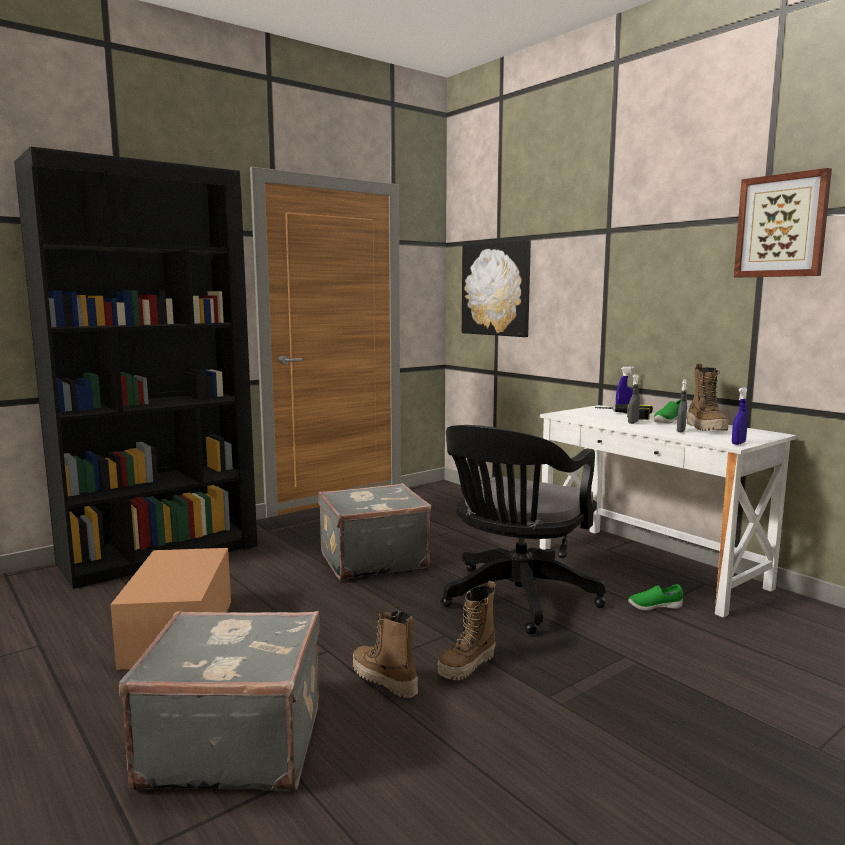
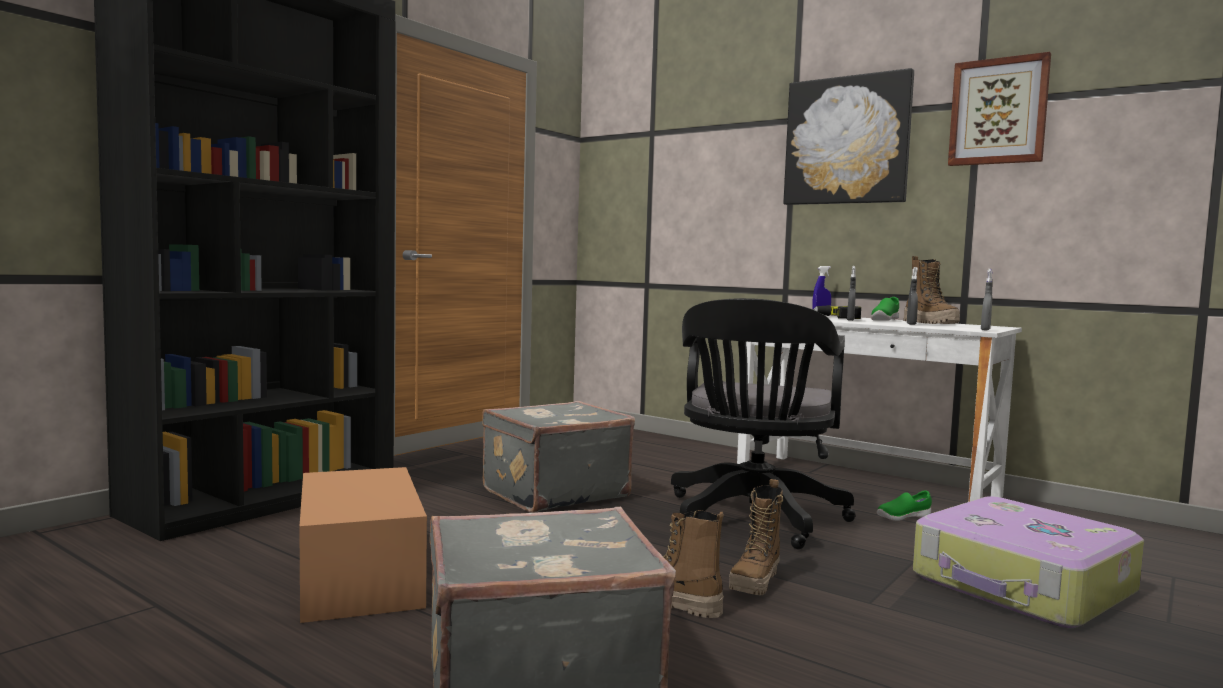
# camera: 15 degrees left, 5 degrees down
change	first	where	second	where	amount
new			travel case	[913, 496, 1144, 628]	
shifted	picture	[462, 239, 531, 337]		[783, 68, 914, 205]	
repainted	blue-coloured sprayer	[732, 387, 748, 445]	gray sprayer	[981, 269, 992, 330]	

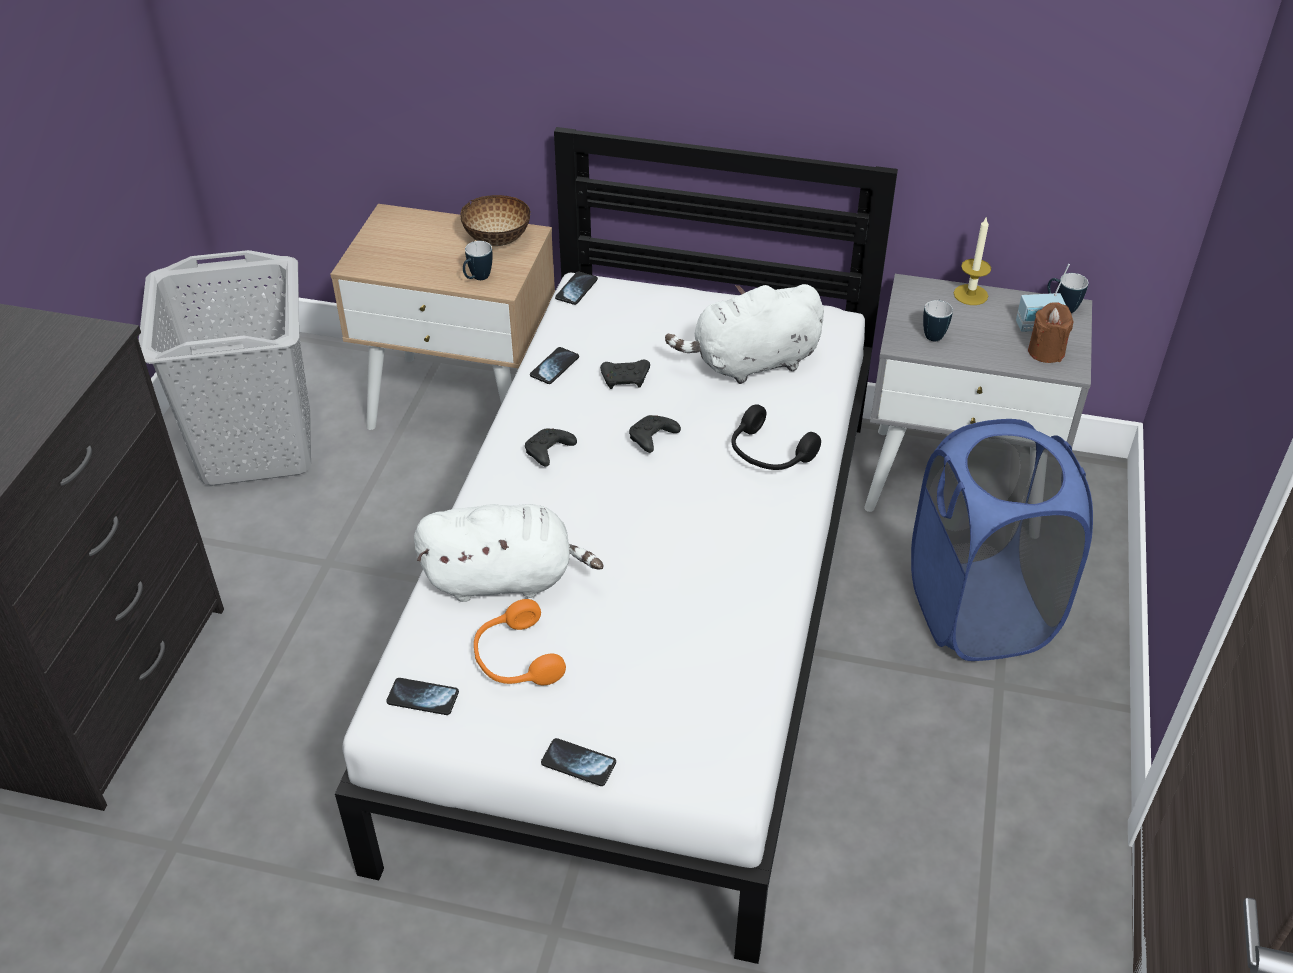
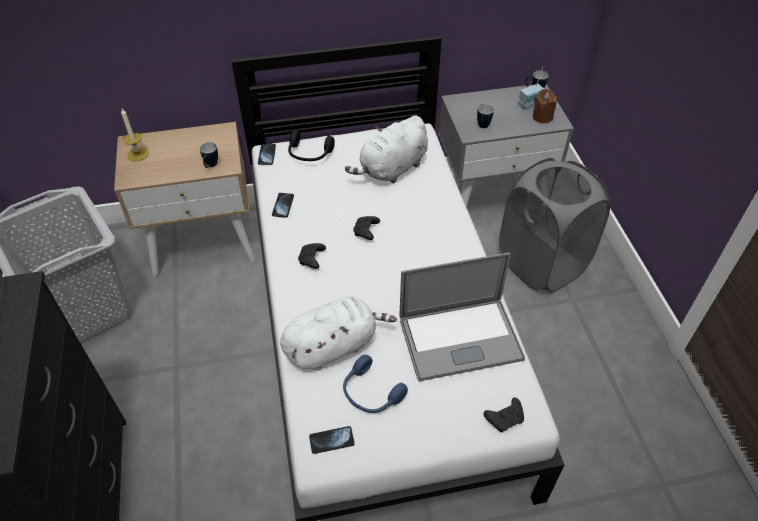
# camera: 25 degrees left, 5 degrees up
change	first	where	second	where	amount
gone	deep dish	[460, 195, 531, 246]			
gone	phone	[541, 738, 616, 786]			
new			notebook computer	[400, 252, 525, 381]	
shifted	black gamepad	[600, 360, 650, 389]		[484, 397, 524, 433]	
shifted	black headphones	[732, 404, 821, 470]		[288, 131, 335, 161]	
shifted	wax candle	[954, 216, 991, 305]		[121, 109, 149, 162]	
repainted	orange-coloured headphones	[474, 599, 566, 685]	blue-coloured headphones	[343, 355, 408, 413]	
repainted	blue-coloured hamper	[911, 419, 1093, 661]	gray hamper	[499, 158, 610, 293]	

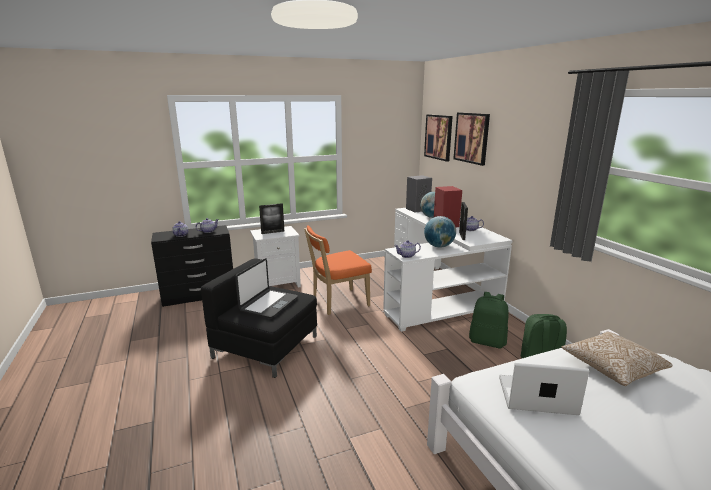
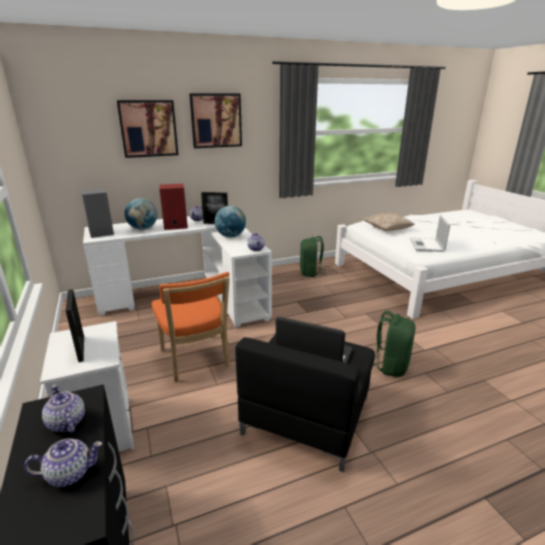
# camera: 90 degrees left, 5 degrees up
change	first	where	second	where	amount
shifted	picture	[424, 114, 453, 162]		[189, 94, 242, 148]	
shifted	green-coloured backpack	[469, 292, 509, 348]		[373, 311, 415, 377]	

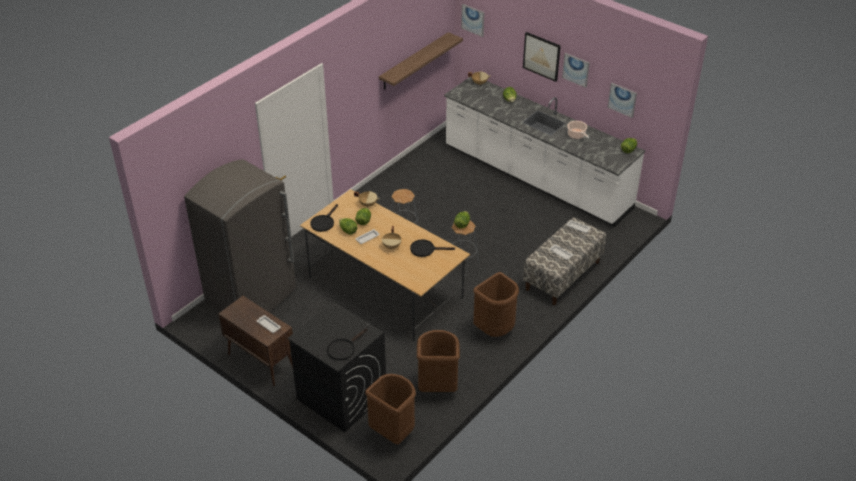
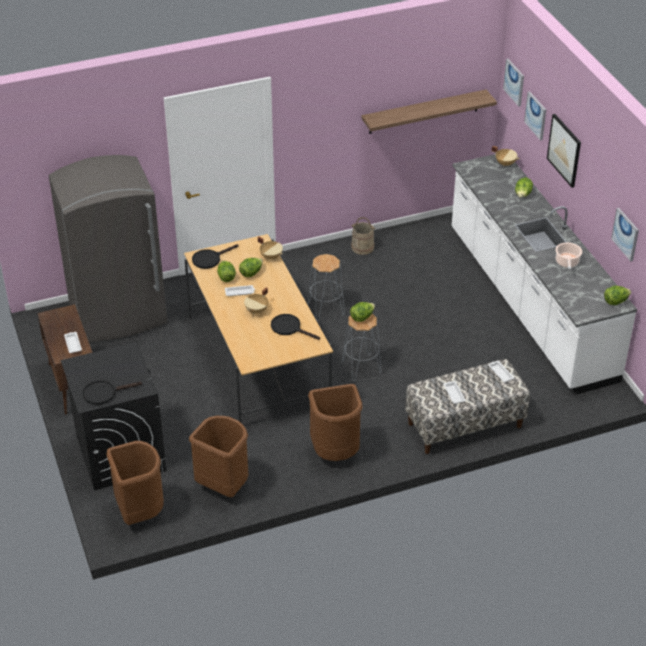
# camera: 30 degrees right, 0 degrees up
change	first	where	second	where	amount
new			sand-coloured water bucket	[351, 217, 375, 255]	
shifted	picture	[562, 53, 590, 88]		[524, 91, 546, 141]	

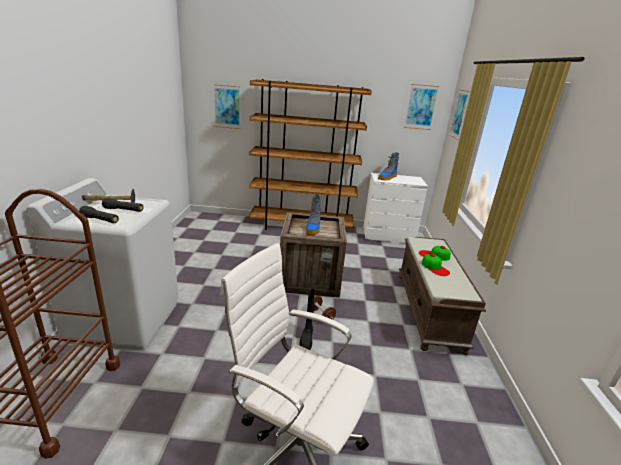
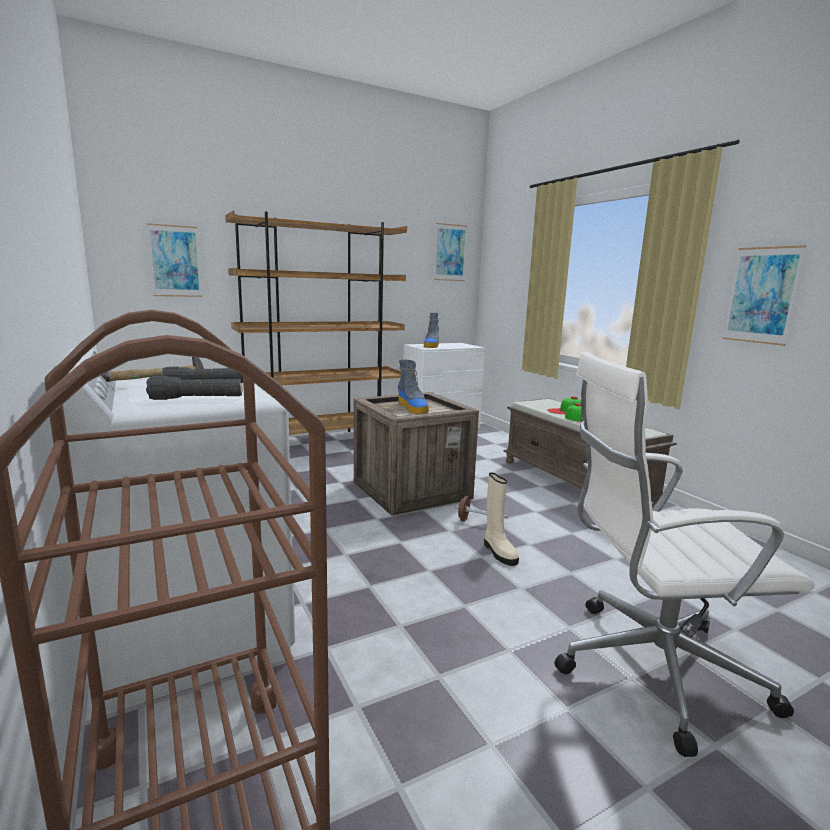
# camera: 30 degrees left, 10 degrees down
change	first	where	second	where	amount
shifted	picture	[449, 89, 470, 140]		[723, 245, 806, 346]	
repainted	black high-top boot	[300, 288, 315, 350]	sand-coloured high-top boot	[484, 472, 519, 566]	

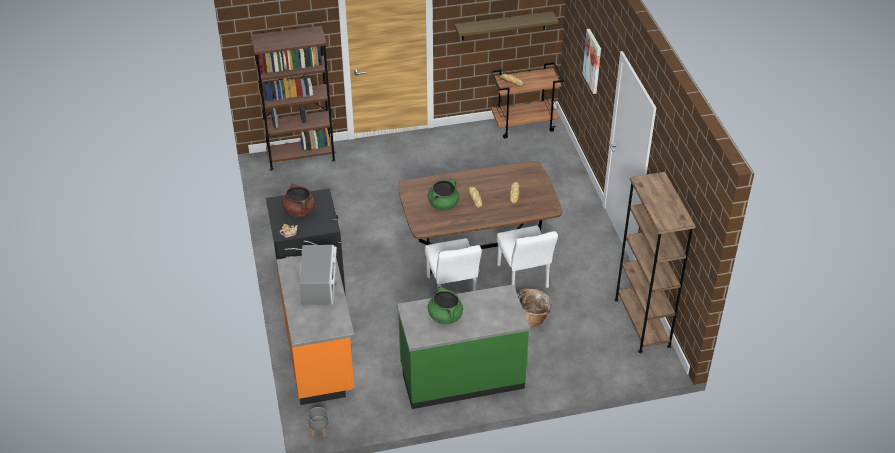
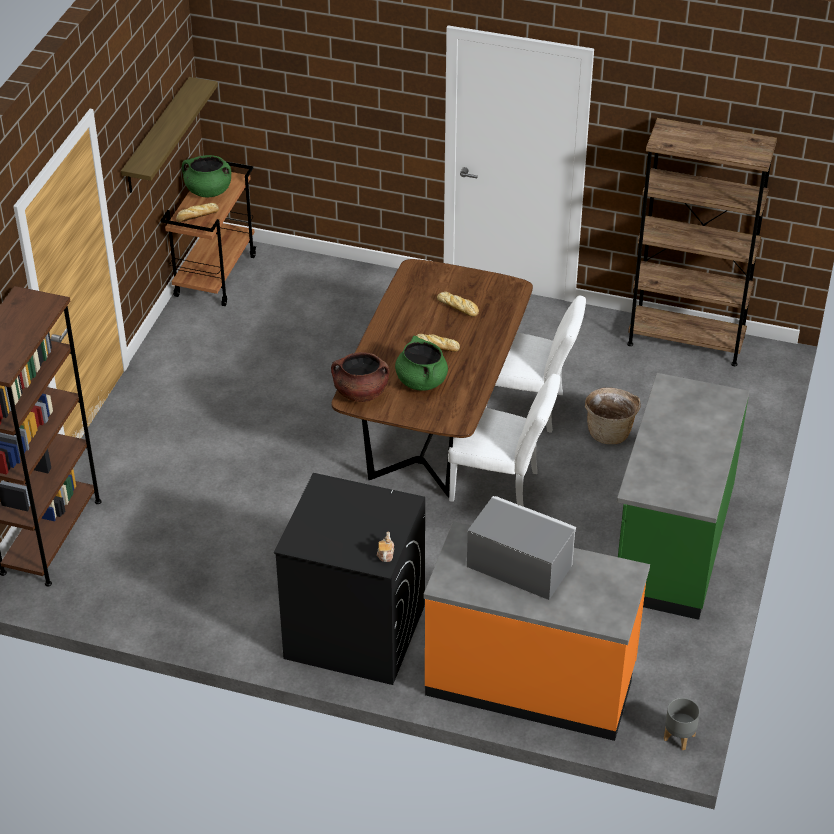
# camera: 60 degrees left, 0 degrees up
change	first	where	second	where	amount
gone	picture	[582, 29, 601, 94]			
shifted	brown stockpot	[282, 184, 315, 217]		[331, 352, 390, 402]	
shifted	green-coloured stockpot	[428, 287, 463, 324]		[182, 155, 231, 198]	

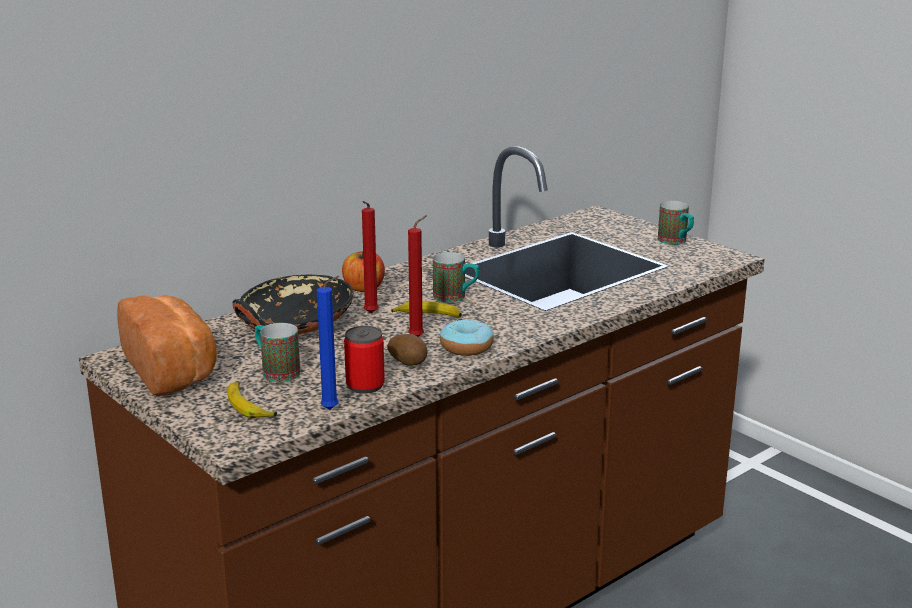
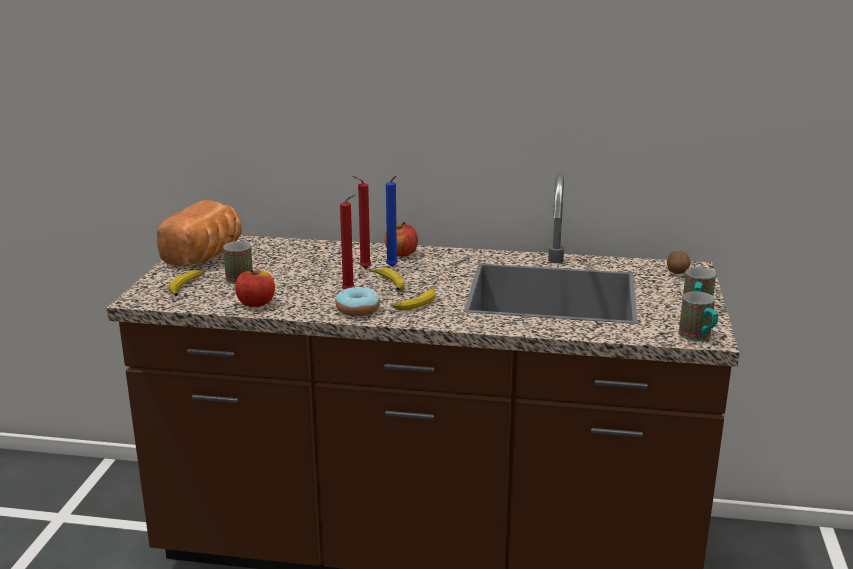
# camera: 50 degrees right, 0 degrees up
change	first	where	second	where	amount
gone	black deep dish	[232, 275, 353, 334]			
new			banana fruit	[392, 286, 436, 311]	
shifted	blue-coloured wax candle	[317, 276, 339, 410]		[386, 176, 398, 267]	
shifted	spud	[387, 334, 428, 366]		[667, 251, 691, 274]	
shifted	coffee mug	[433, 252, 479, 302]		[679, 291, 719, 341]	
swapped	sealed can	[344, 326, 385, 393]	apple fruit	[235, 270, 275, 307]	

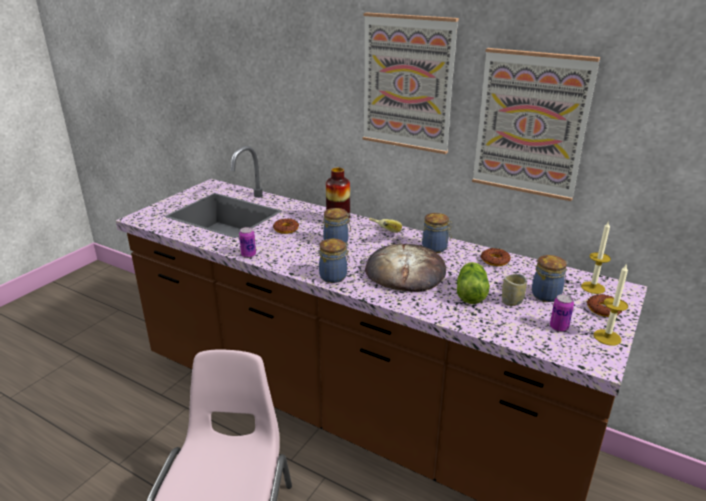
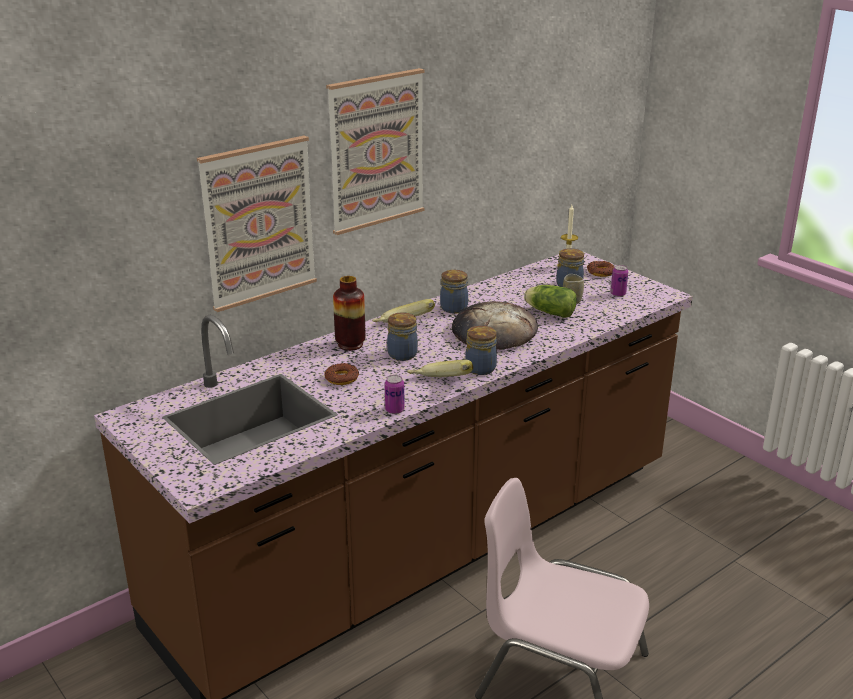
# camera: 70 degrees left, 0 degrees up
change	first	where	second	where	amount
gone	ring doughnut	[481, 248, 511, 266]			
gone	wax candle	[593, 265, 628, 346]			
new			banana fruit	[407, 360, 473, 377]	
shifted	picture	[472, 48, 600, 201]		[197, 136, 317, 312]	

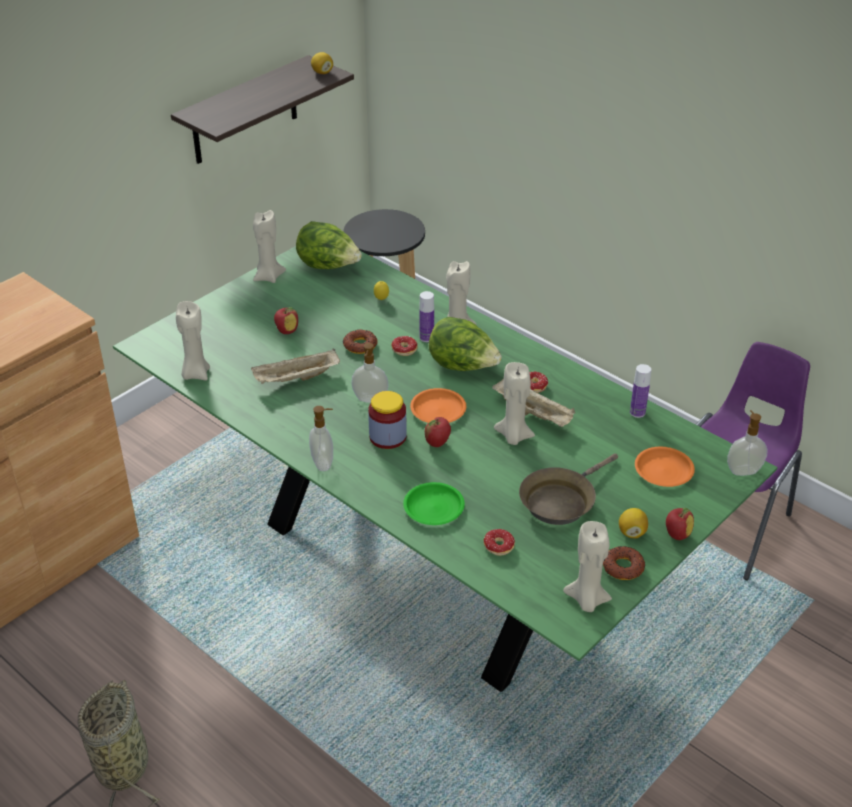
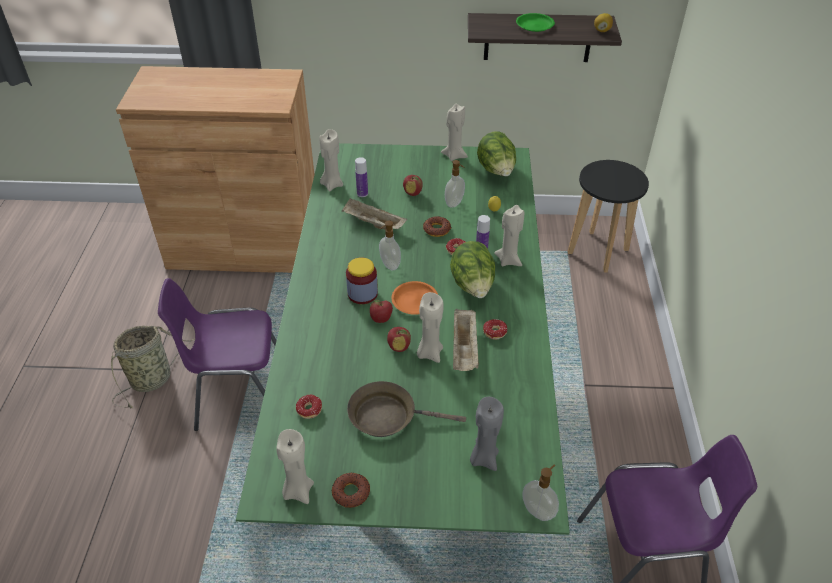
# camera: 50 degrees right, 5 degrees up
change	first	where	second	where	amount
gone	lemon	[619, 508, 648, 538]			
new			purple-coloured plain chair	[158, 278, 277, 431]	
shifted	soap bottle	[309, 406, 333, 471]		[445, 160, 465, 208]	
shifted	green-coloured plate	[403, 482, 465, 525]		[516, 13, 555, 32]	
shifted	drink bottle	[630, 364, 651, 418]		[355, 157, 368, 197]	
shifted	apple fruit	[666, 508, 694, 540]		[387, 327, 411, 352]	
swapped	orange-coloured plate	[635, 447, 695, 487]	gray wax candle	[470, 397, 504, 471]	

